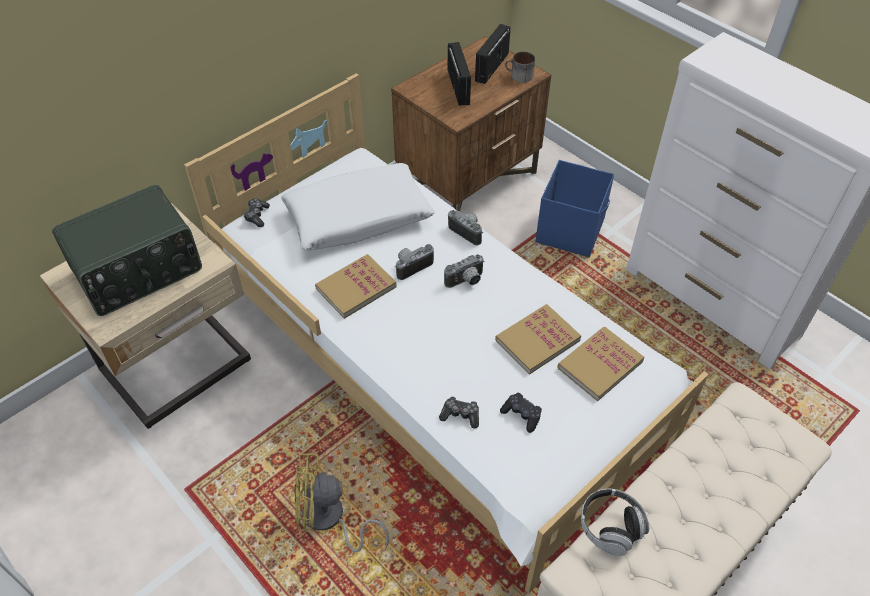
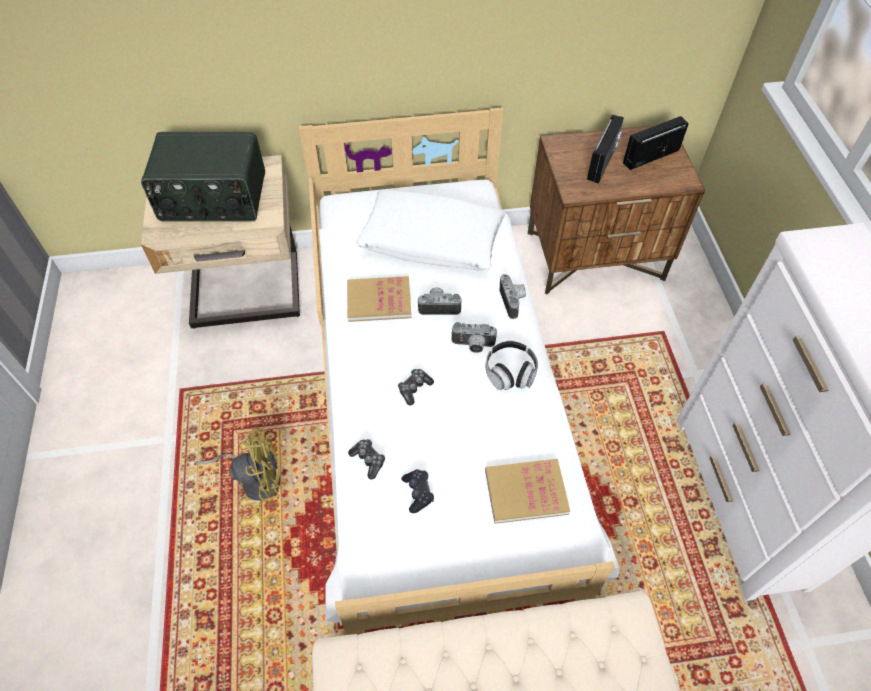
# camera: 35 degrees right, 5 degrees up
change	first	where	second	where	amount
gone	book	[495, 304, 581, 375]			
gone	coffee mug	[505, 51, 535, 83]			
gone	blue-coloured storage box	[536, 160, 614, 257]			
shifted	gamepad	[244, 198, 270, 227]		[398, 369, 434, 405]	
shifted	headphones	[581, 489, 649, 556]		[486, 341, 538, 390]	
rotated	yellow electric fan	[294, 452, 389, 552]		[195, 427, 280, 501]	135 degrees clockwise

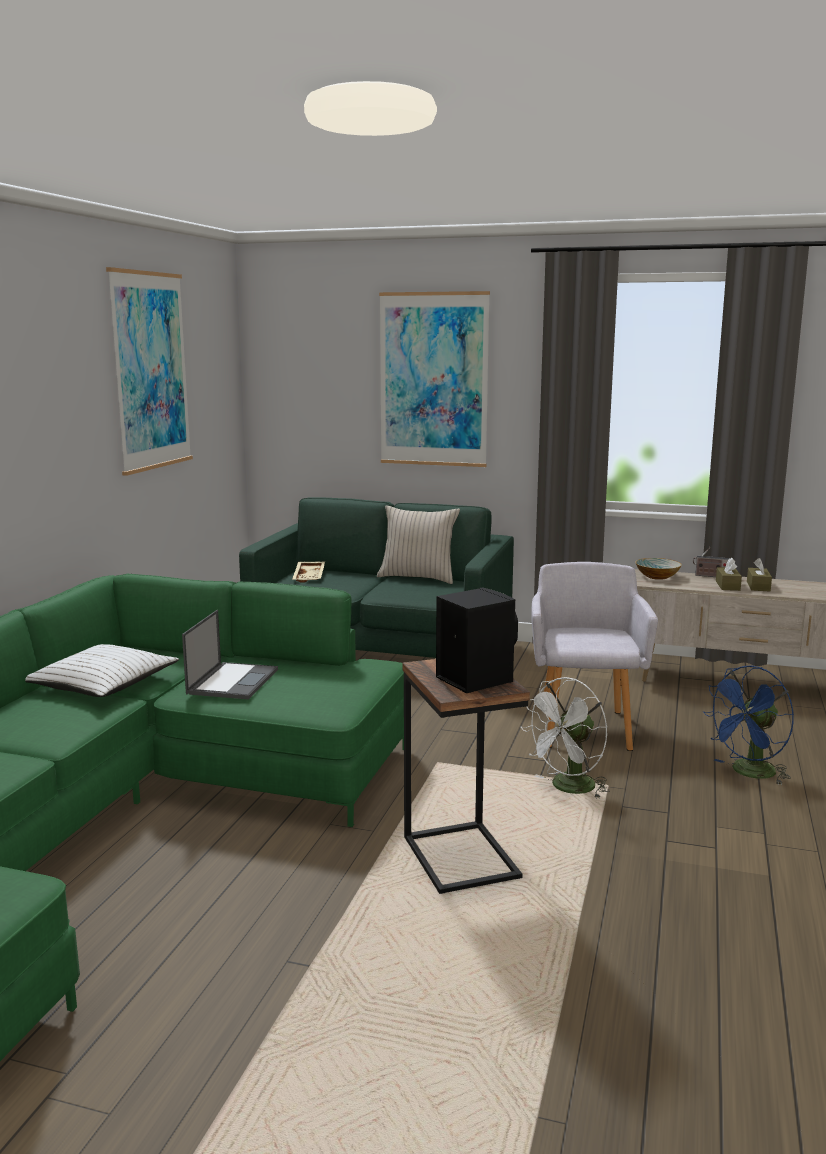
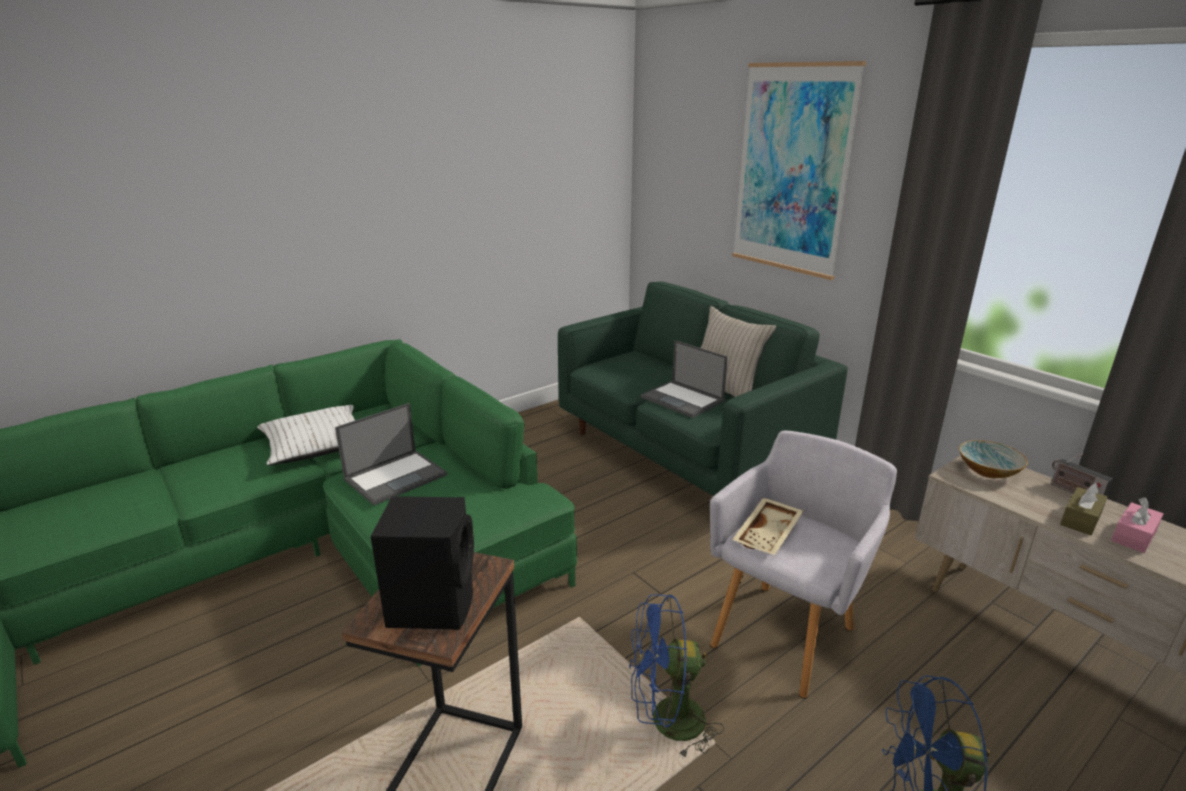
# camera: 35 degrees right, 10 degrees up
change	first	where	second	where	amount
gone	picture	[106, 267, 193, 476]			
new			notebook computer	[641, 340, 728, 418]	
shifted	sand-coloured carrying tray	[292, 561, 325, 583]		[732, 498, 803, 555]	
repainted	white electric fan	[521, 677, 610, 799]	blue-coloured electric fan	[629, 594, 724, 759]	
repainted	brown tissue box	[747, 558, 772, 591]	pinkish tissue box	[1111, 497, 1163, 553]	

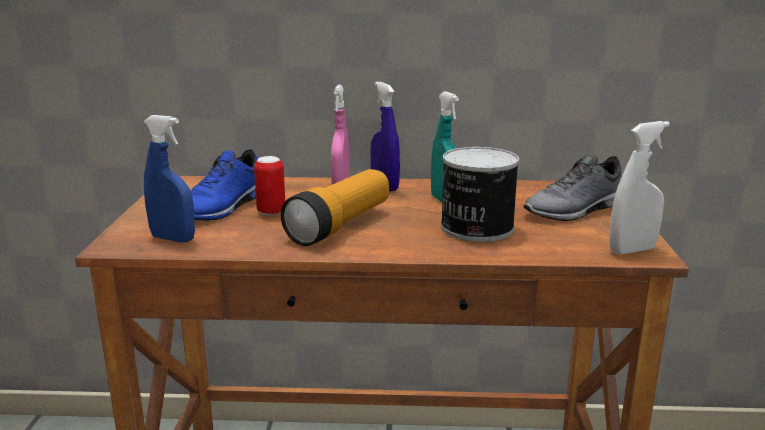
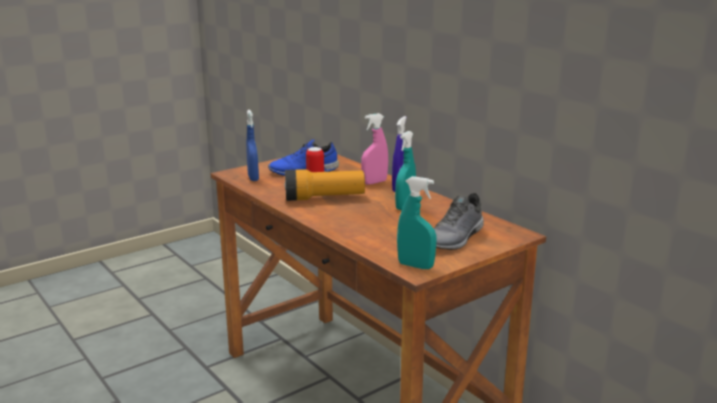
# camera: 50 degrees right, 0 degrees up
change	first	where	second	where	amount
gone	sealed can	[441, 147, 519, 242]			
repainted	white sprayer	[610, 121, 670, 254]	turquoise-coloured sprayer	[397, 176, 437, 269]	
rotated	gray shoe	[523, 154, 622, 221]		[433, 193, 484, 250]	75 degrees counterclockwise

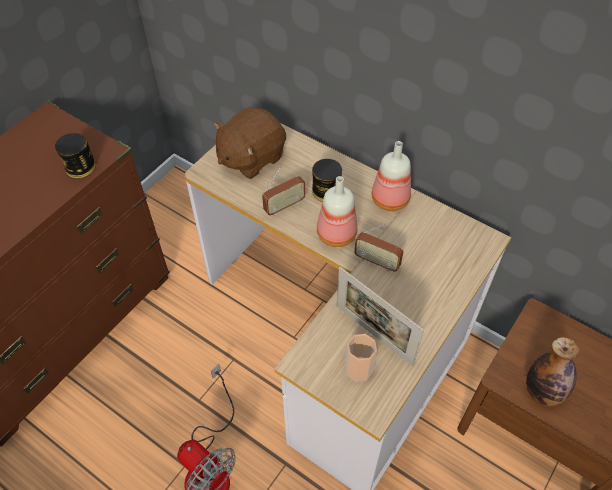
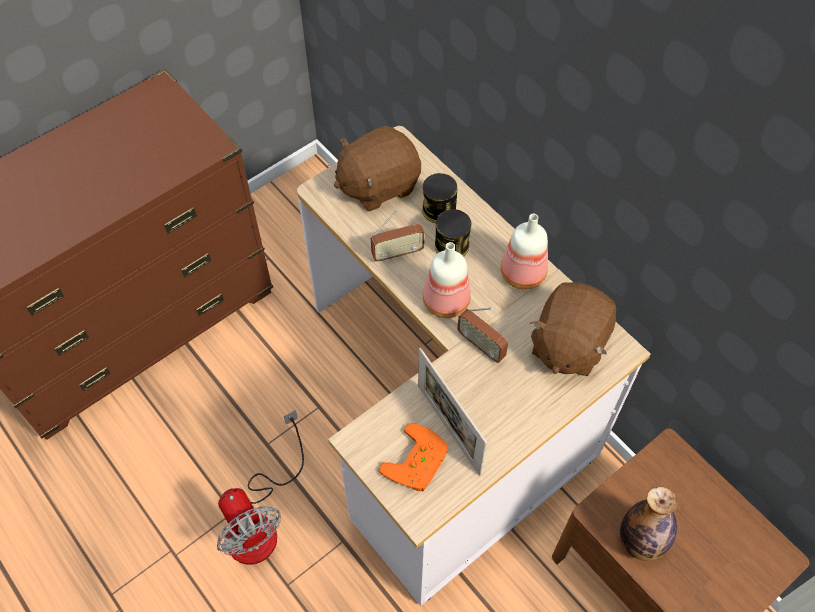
# camera: 15 degrees right, 5 degrees up
change	first	where	second	where	amount
new			brown cuddly toy	[530, 282, 616, 376]	
shifted	sealed can	[55, 133, 96, 179]		[422, 173, 457, 223]	
swapped	drinking cup	[345, 334, 377, 382]	orange-coloured gamepad	[378, 423, 448, 492]	

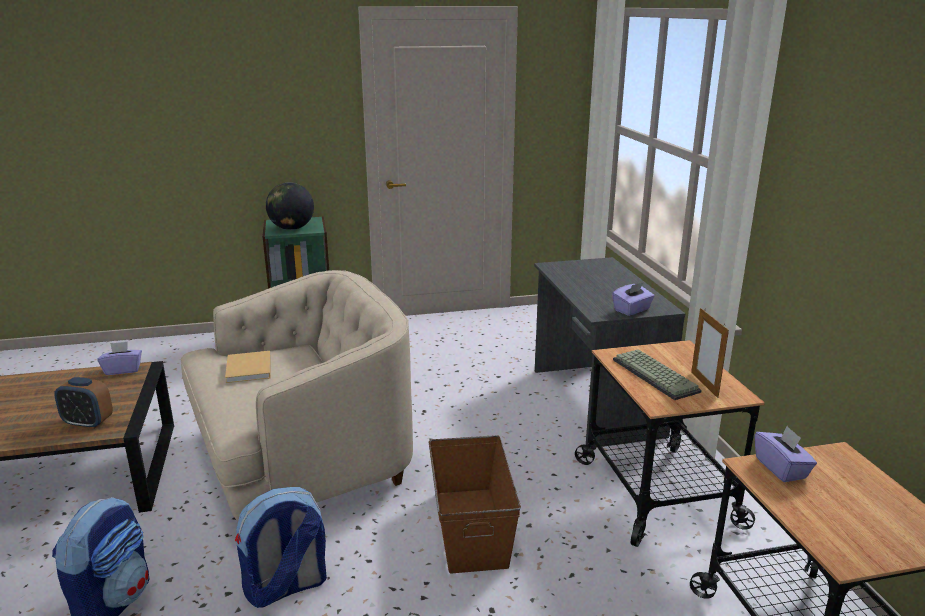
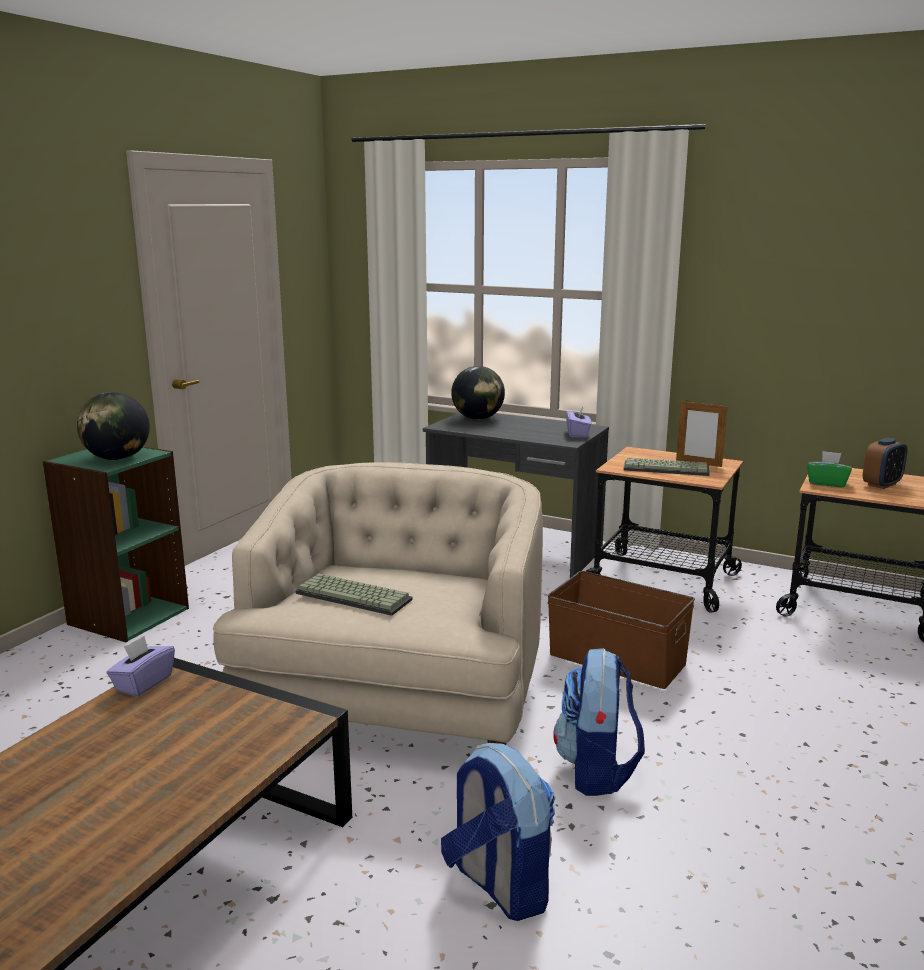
# camera: 50 degrees left, 5 degrees down
change	first	where	second	where	amount
new			desk globe	[451, 366, 505, 420]	
shifted	table clock	[54, 377, 113, 429]		[863, 438, 907, 489]	
swapped	sand-coloured book	[225, 351, 271, 383]	keyboard	[295, 574, 413, 616]	
repainted	purple-coloured tissue box	[755, 426, 817, 482]	green-coloured tissue box	[807, 451, 852, 488]	

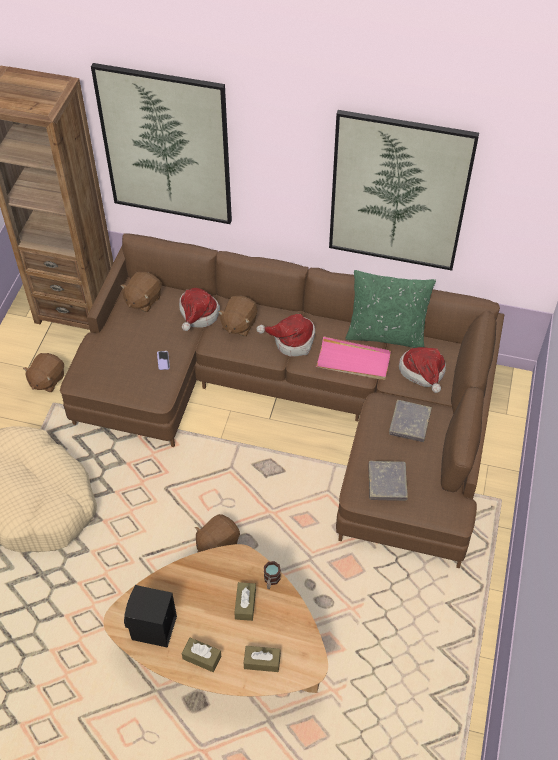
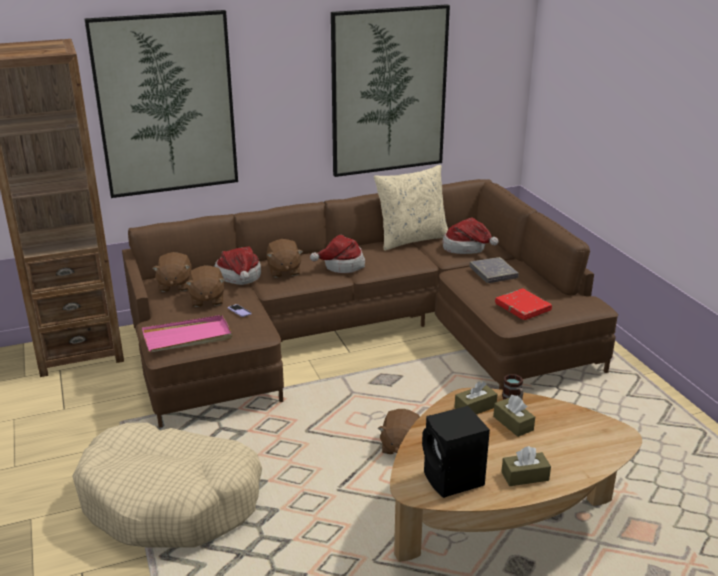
# camera: 35 degrees left, 25 degrees down
change	first	where	second	where	amount
shifted	brown cuddly toy	[23, 353, 64, 392]		[186, 265, 225, 307]	
shifted	brown tissue box	[244, 646, 281, 672]		[454, 381, 497, 414]	
shifted	pinkish carrying tray	[316, 336, 391, 380]		[142, 315, 232, 352]	
repainted	green-coloured cushion	[345, 270, 436, 348]	sand-coloured cushion	[374, 165, 448, 251]	
repainted	gray book	[368, 461, 408, 501]	reddish book	[495, 288, 552, 320]	

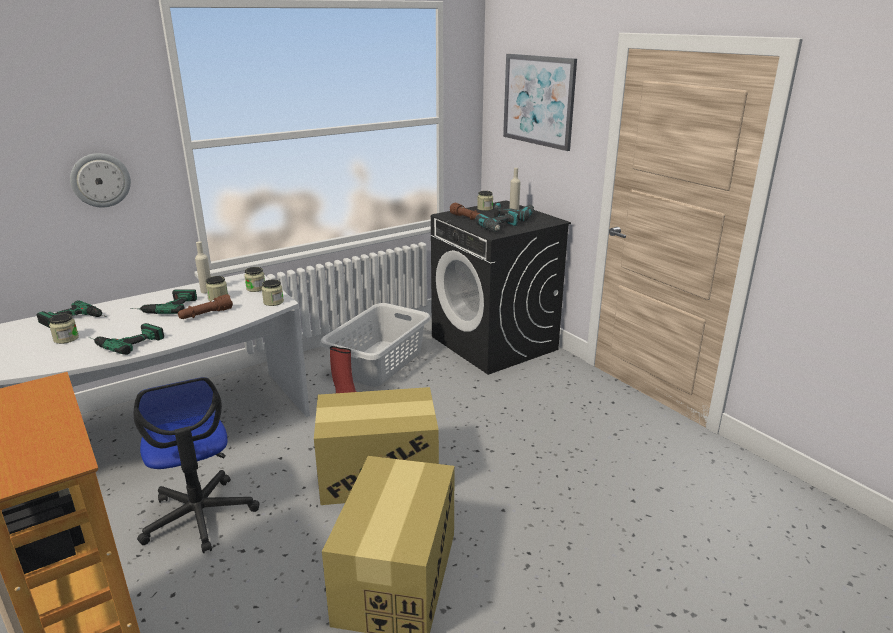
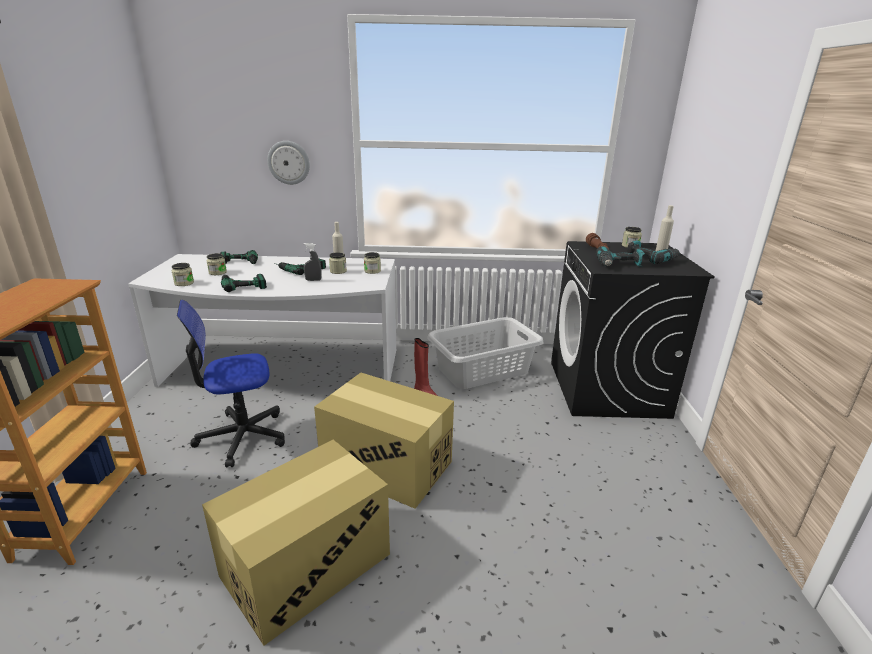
# camera: 35 degrees right, 0 degrees up
change	first	where	second	where	amount
gone	picture	[503, 54, 577, 151]			
shifted	jar	[261, 279, 284, 306]		[172, 263, 194, 286]	
swapped	brown torch	[178, 294, 233, 319]	gray sprayer	[304, 243, 322, 281]	
rotated	office chair	[134, 377, 260, 553]		[177, 300, 285, 467]	60 degrees clockwise

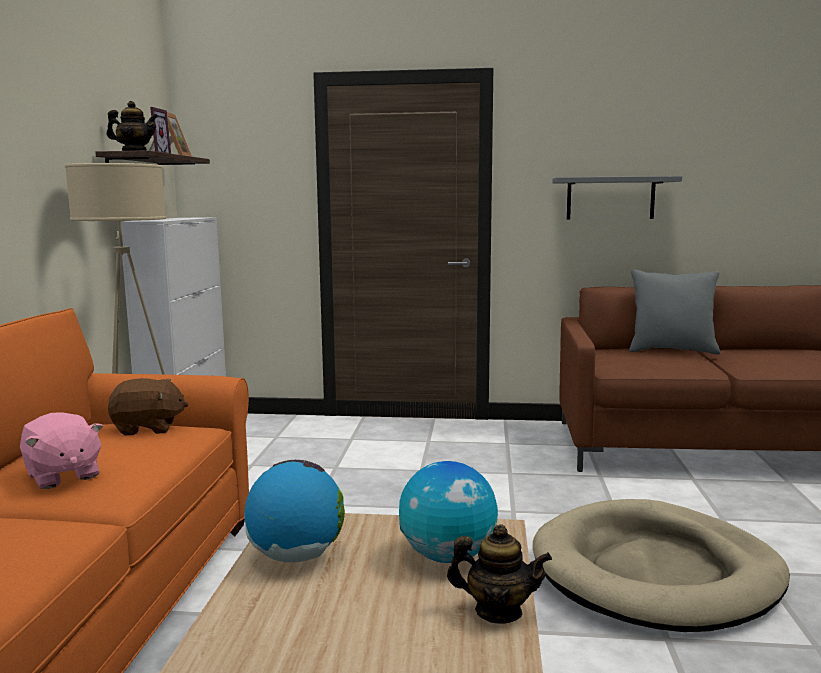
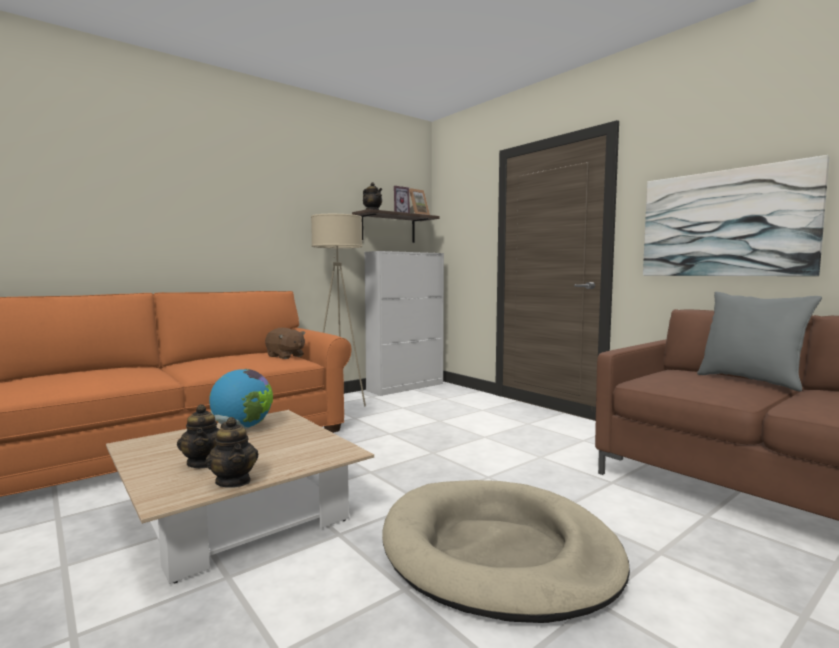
# camera: 45 degrees right, 5 degrees down
change	first	where	second	where	amount
gone	pinkish cuddly toy	[20, 412, 104, 489]			
gone	desk globe	[399, 461, 498, 563]			
new			tea pot	[177, 404, 220, 468]	
swapped	gray bracket shelf	[552, 176, 682, 219]	picture	[643, 155, 830, 276]	

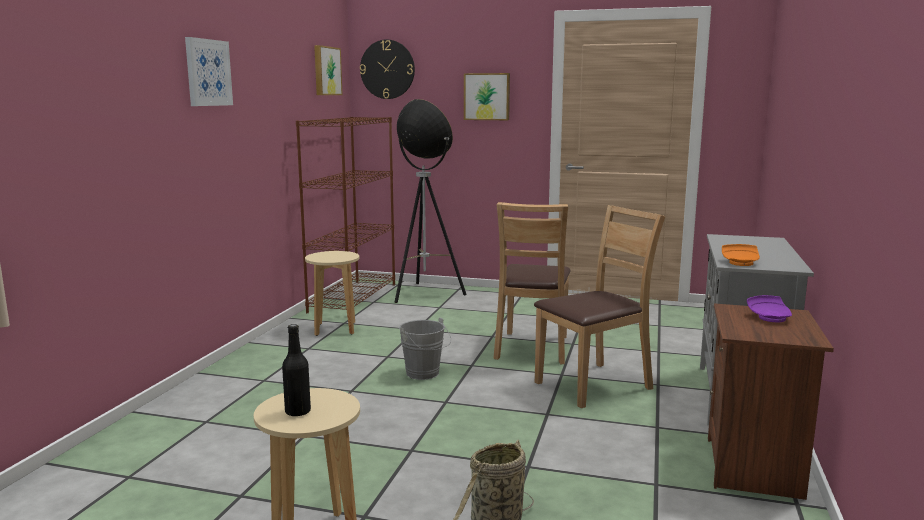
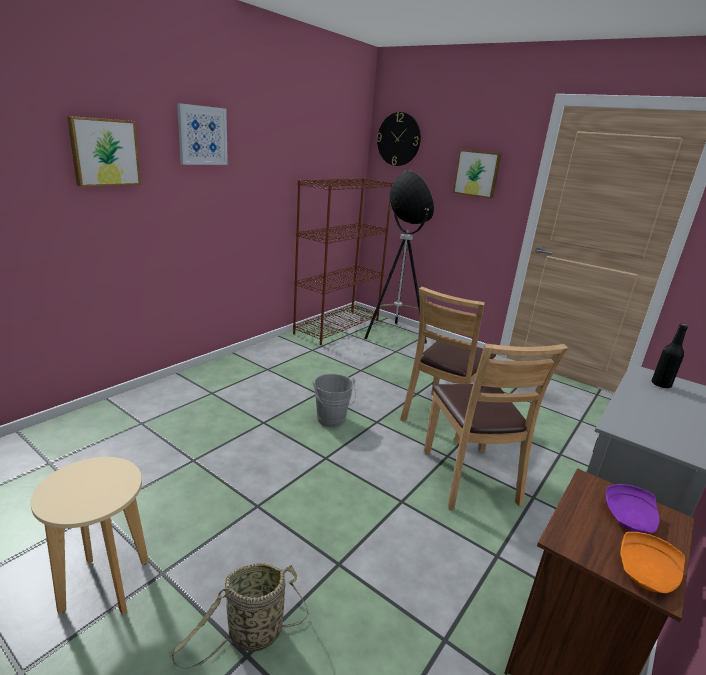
# camera: 20 degrees right, 10 degrees up
change	first	where	second	where	amount
gone	sand-coloured sitting stool	[305, 251, 359, 336]			
shifted	black drink bottle	[282, 324, 311, 416]		[652, 324, 688, 388]	
shifted	picture	[314, 45, 343, 95]		[67, 116, 141, 187]	
shifted	orange-coloured plate	[722, 244, 760, 266]		[620, 532, 685, 593]	
rotated	brown plain chair	[534, 205, 666, 408]		[424, 343, 568, 511]	90 degrees clockwise

